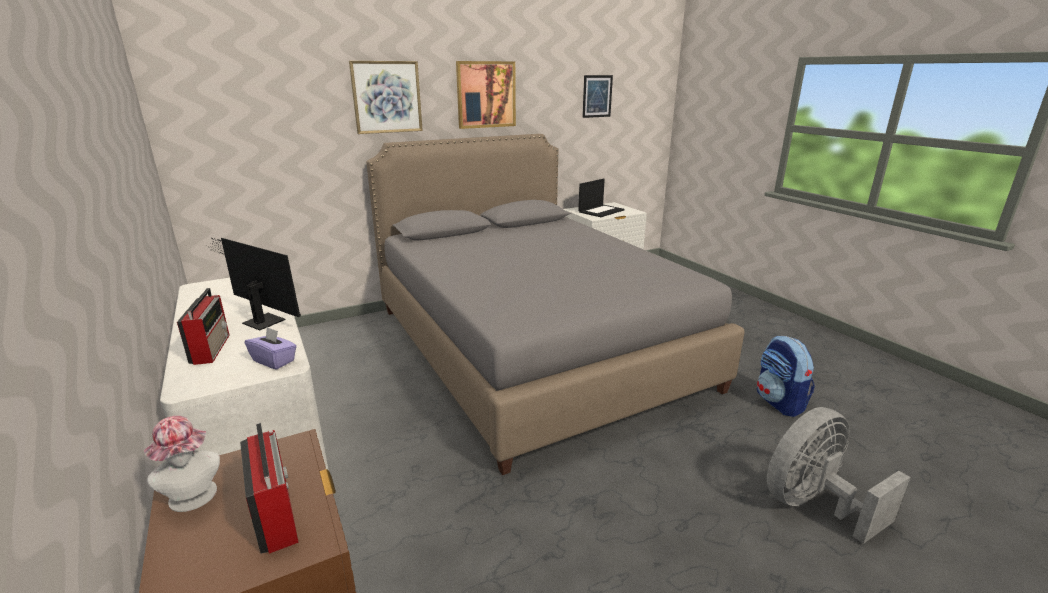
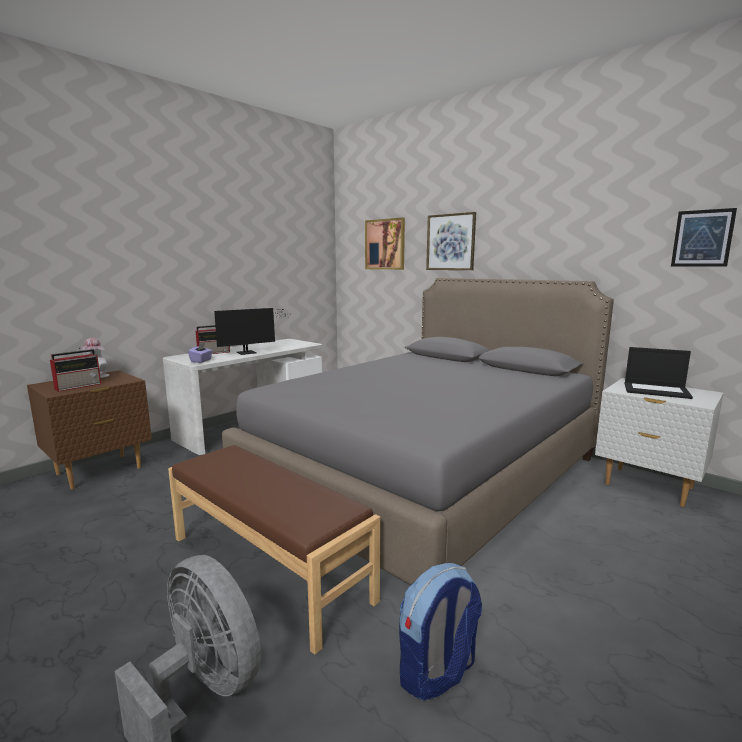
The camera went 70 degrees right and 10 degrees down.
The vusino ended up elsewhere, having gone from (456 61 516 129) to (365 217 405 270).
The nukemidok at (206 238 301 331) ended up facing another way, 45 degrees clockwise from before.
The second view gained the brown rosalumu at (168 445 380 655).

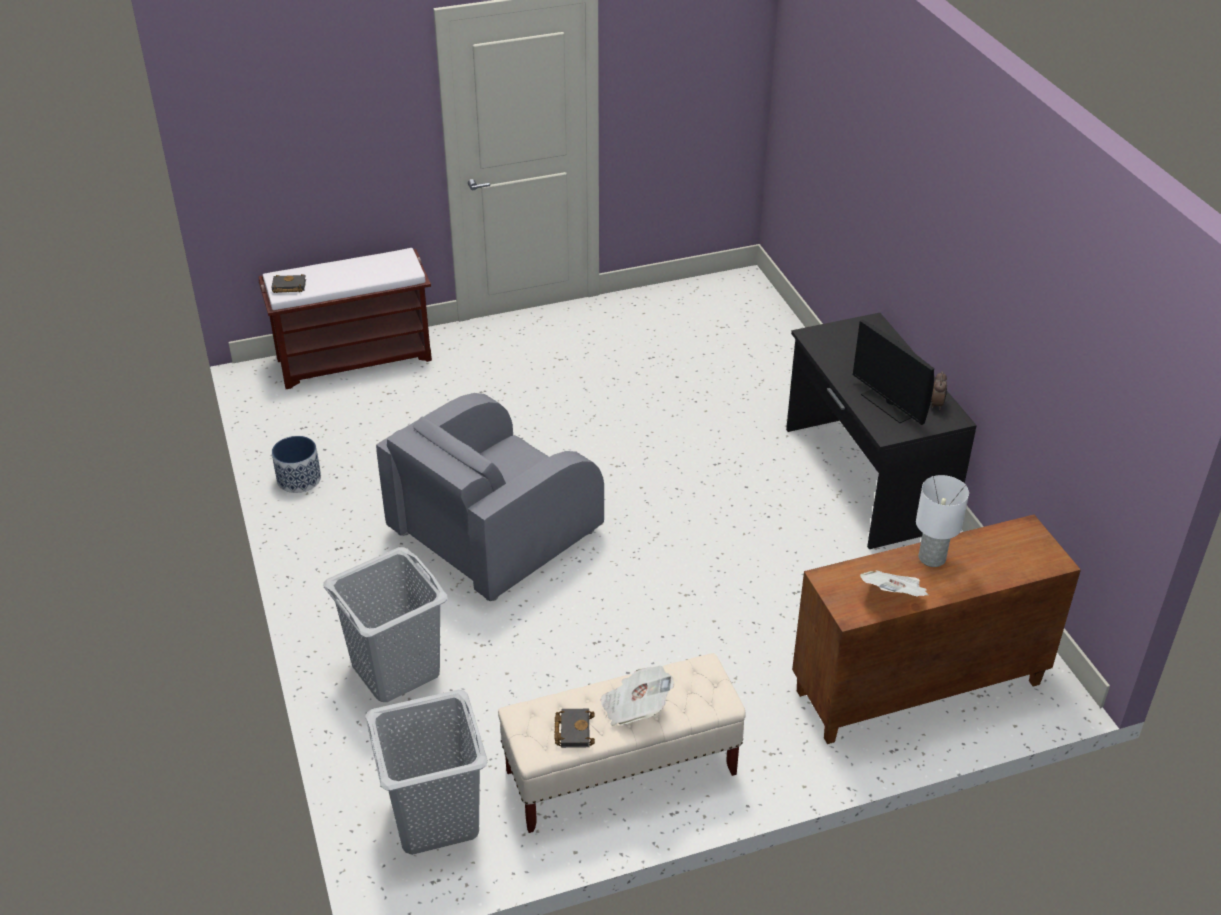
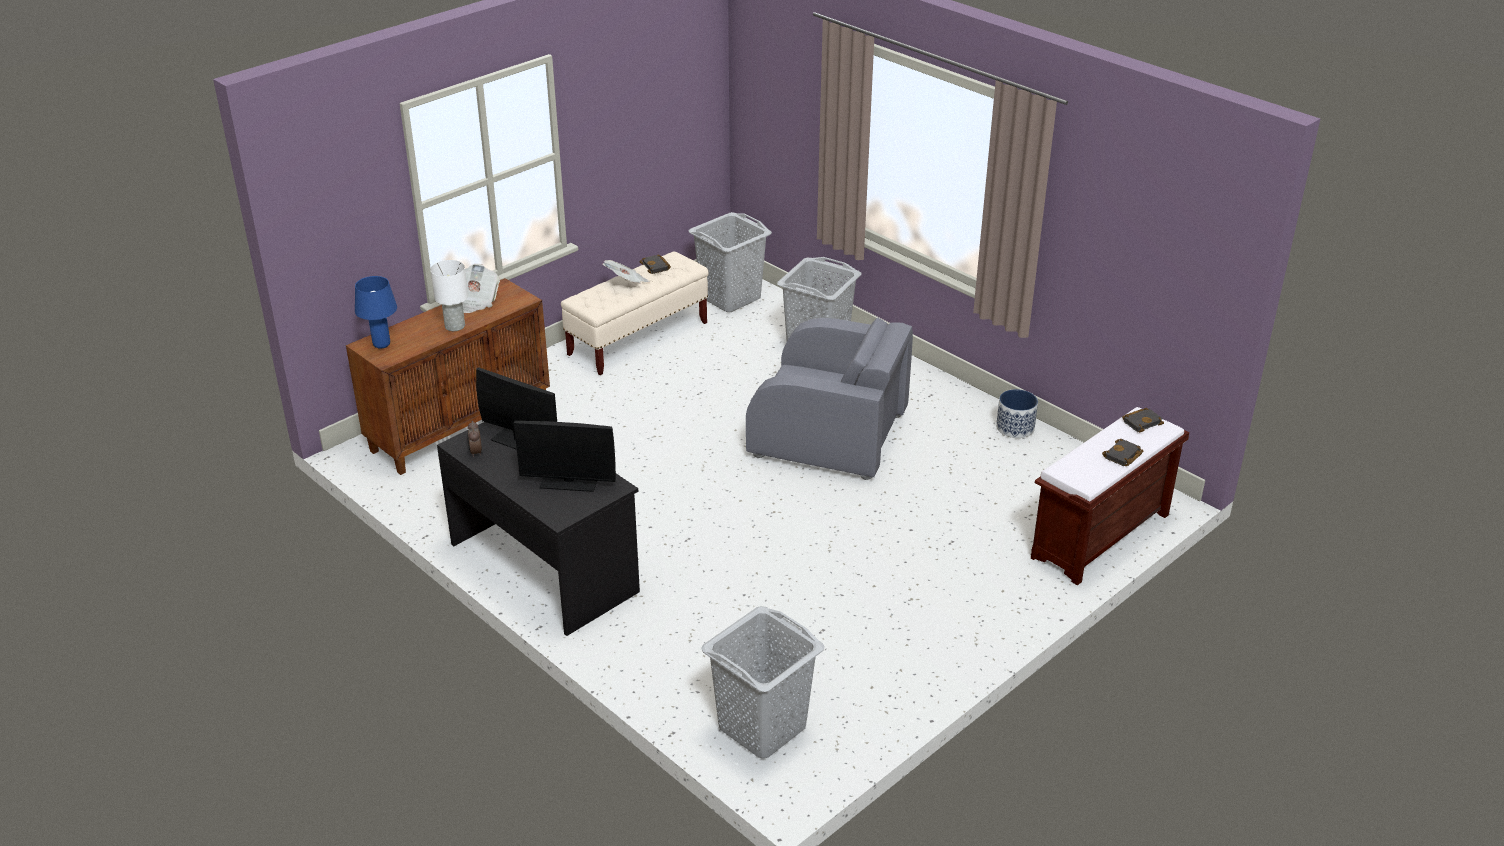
The camera went 155 degrees right and 5 degrees down.
The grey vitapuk at (376 393 604 601) ended up facing another way, 90 degrees clockwise from before.
The second view gained the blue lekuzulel at (355 276 397 349).
The second view gained the nukemidok at (514 421 616 492).
The second view gained the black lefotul at (1102 439 1144 466).
The second view gained the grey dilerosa at (701 606 825 758).

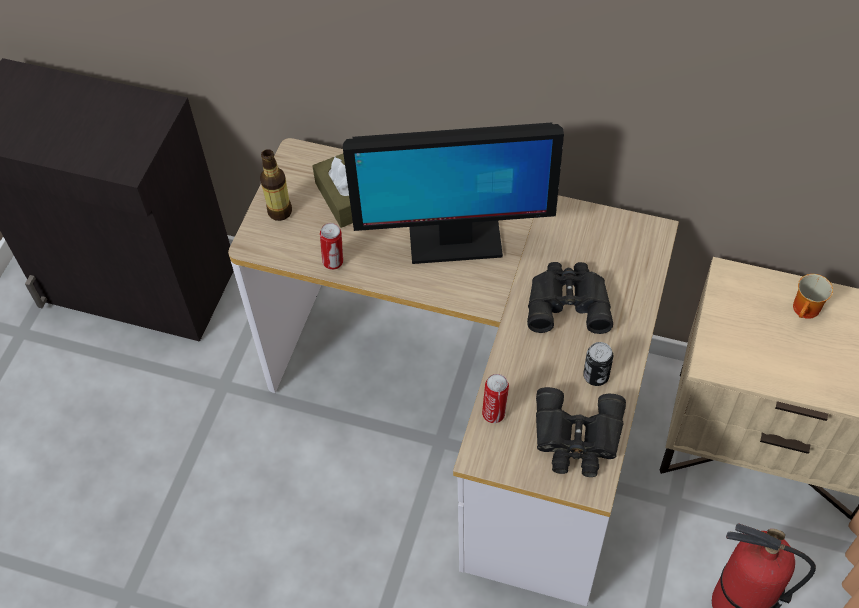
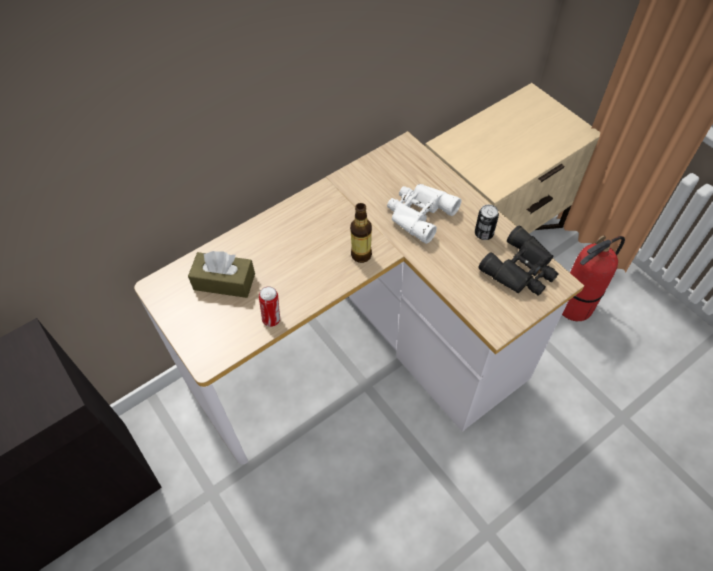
The camera went 55 degrees left and 0 degrees up.
The second view lost the nukemidok at (343 123 564 264).
The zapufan ended up elsewhere, having gone from (260 149 292 221) to (350 203 372 263).
What was the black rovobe at (527 262 613 334) turned into the white rovobe at (387 184 461 244).
The second view lost the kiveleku at (793 274 833 319).
The second view lost the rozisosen at (482 374 509 423).

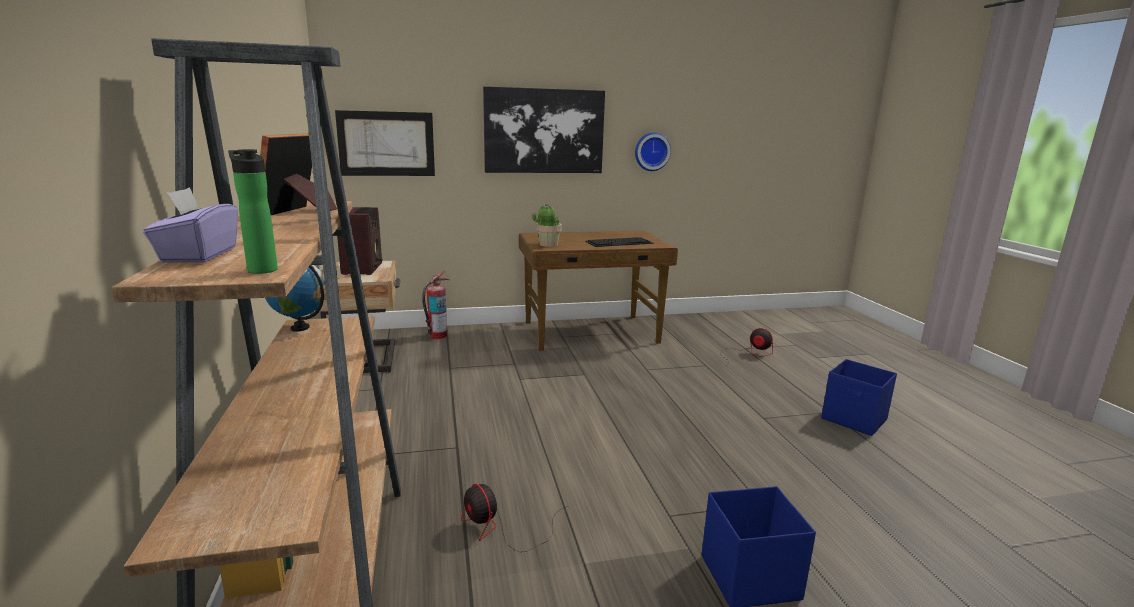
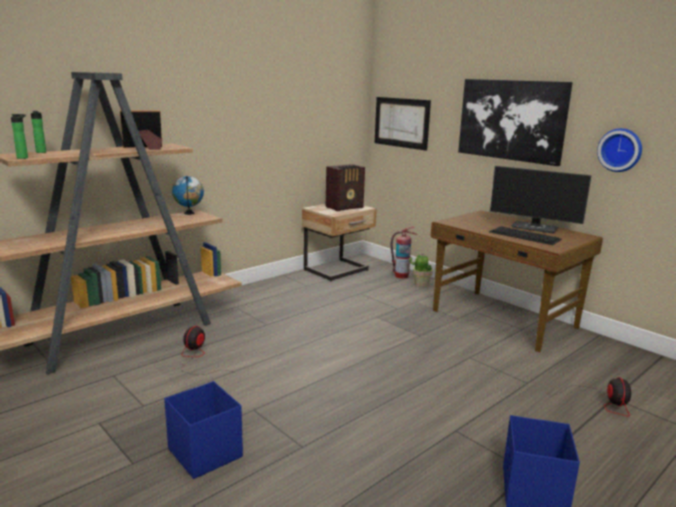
The camera went 60 degrees right and 0 degrees up.
Where the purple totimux stood at (143 187 238 263), the zapufan came to stand at (31 111 46 153).
The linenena ended up elsewhere, having gone from (532 203 562 247) to (409 253 433 287).
The second view gained the nukemidok at (490 166 591 234).

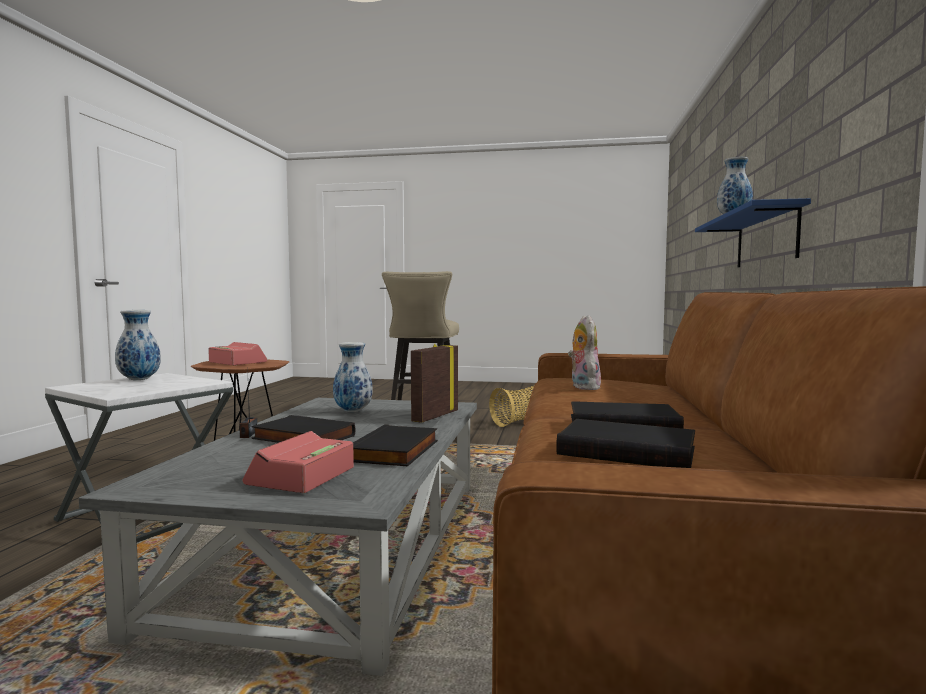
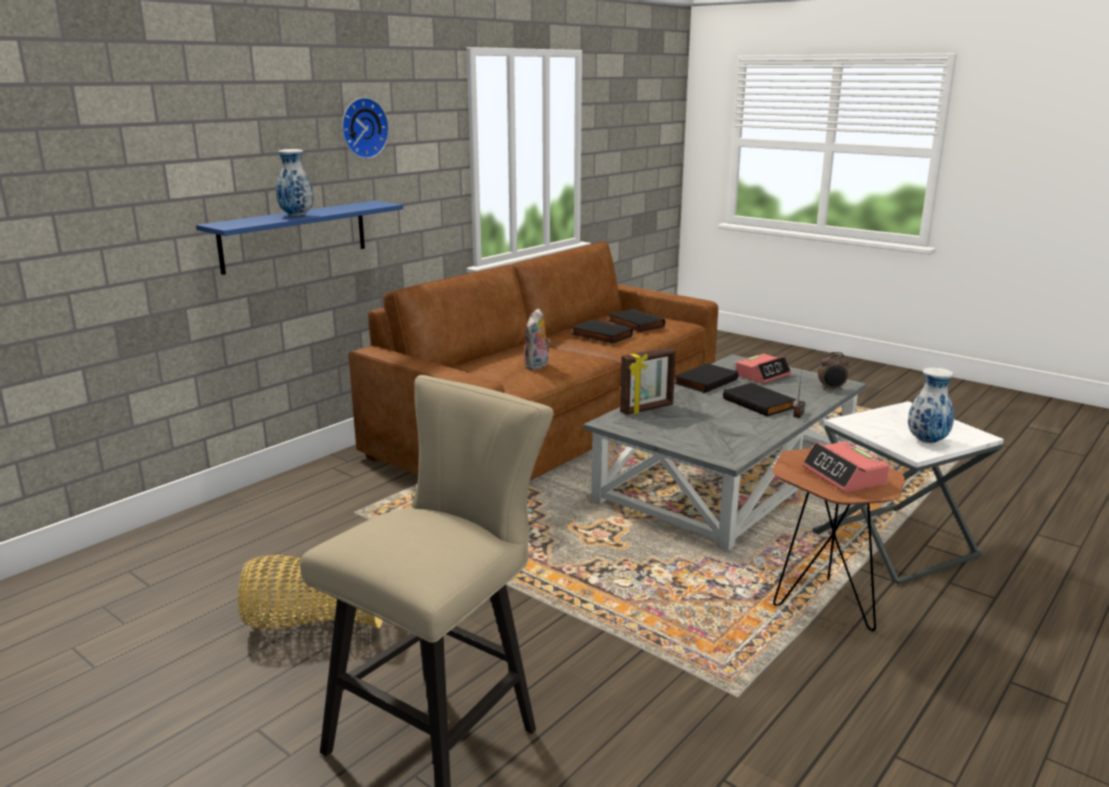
The camera went 150 degrees left and 15 degrees up.
The second view lost the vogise at (333 342 373 412).
The second view gained the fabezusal at (342 97 389 159).
The second view gained the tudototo at (818 352 849 390).

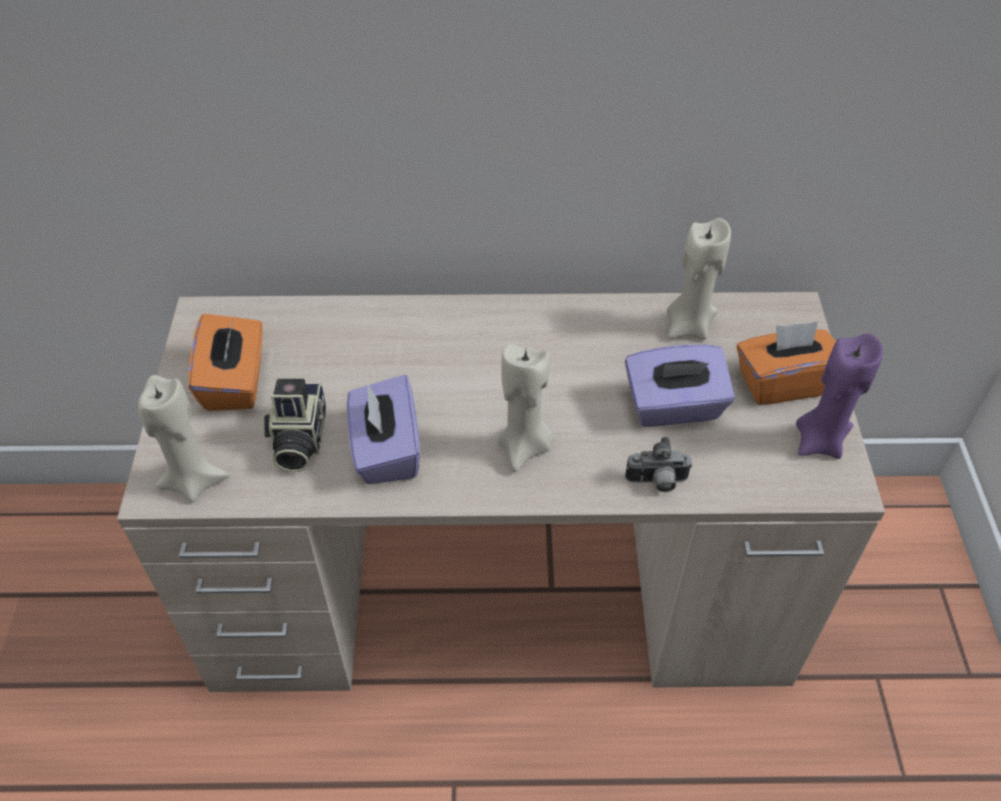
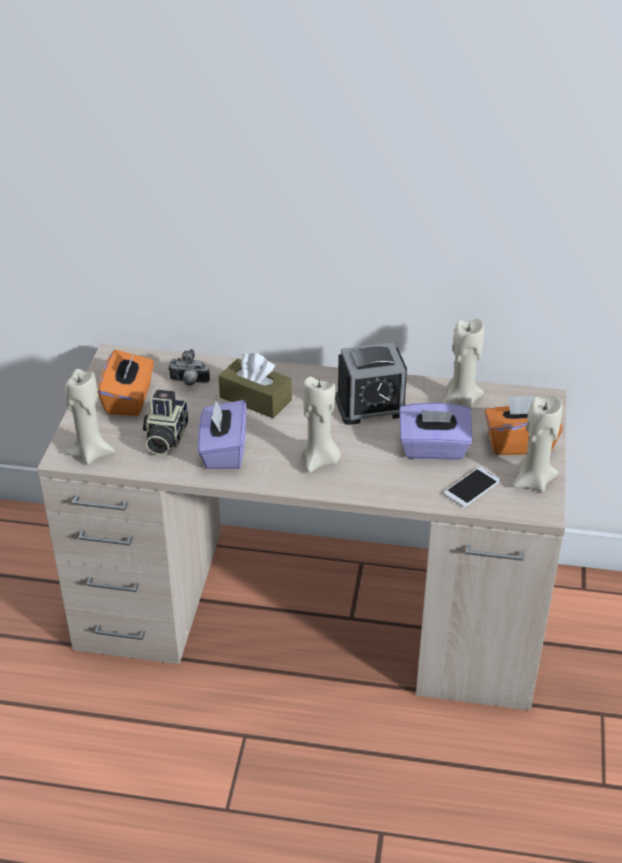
The camera went 10 degrees right and 10 degrees down.
What was the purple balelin at (796 334 883 459) turned into the beige balelin at (513 396 563 493).
The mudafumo ended up elsewhere, having gone from (625 437 692 492) to (168 349 210 386).
The second view gained the tudototo at (335 342 407 425).
The second view gained the brown totimux at (219 353 292 418).
The second view gained the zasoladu at (444 467 500 507).

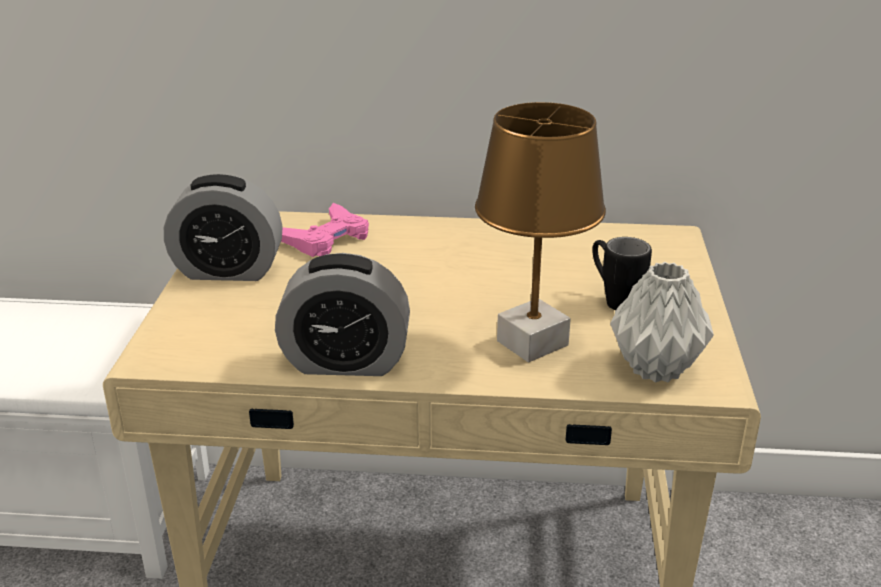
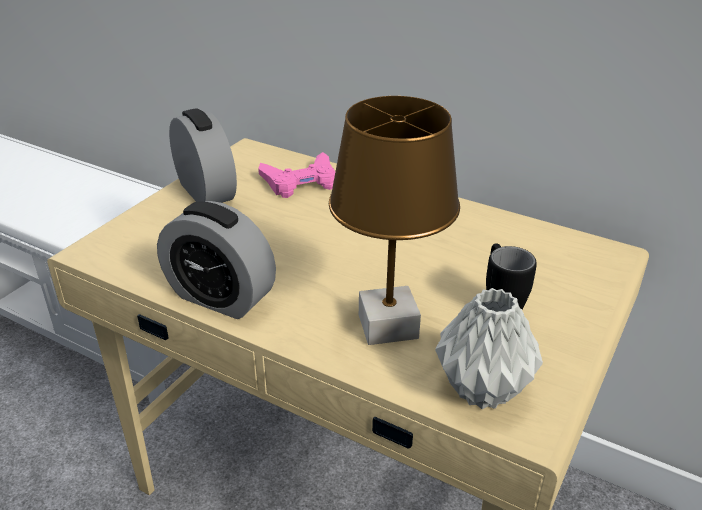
The camera went 25 degrees right and 5 degrees up.
The tudototo at (164 174 283 281) ended up facing another way, 150 degrees counterclockwise from before.

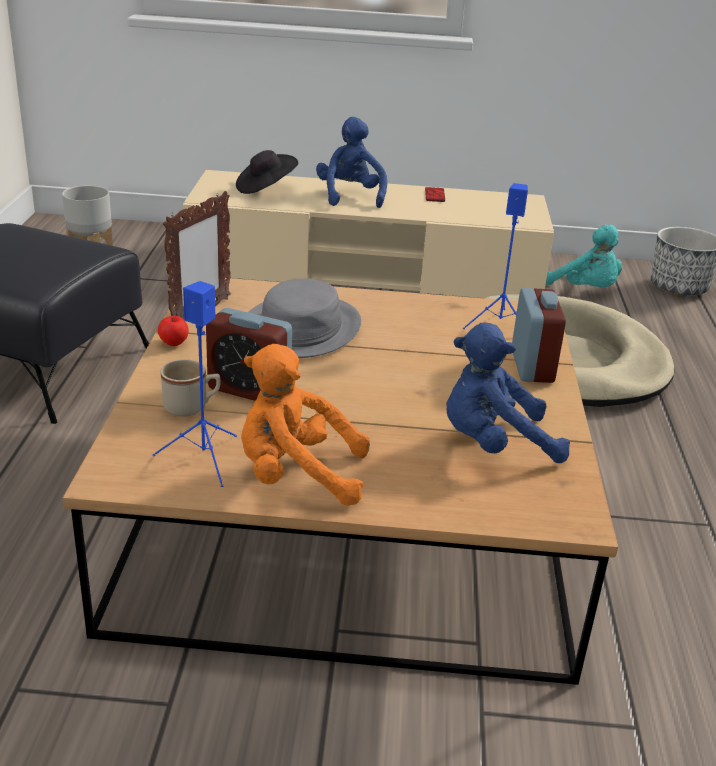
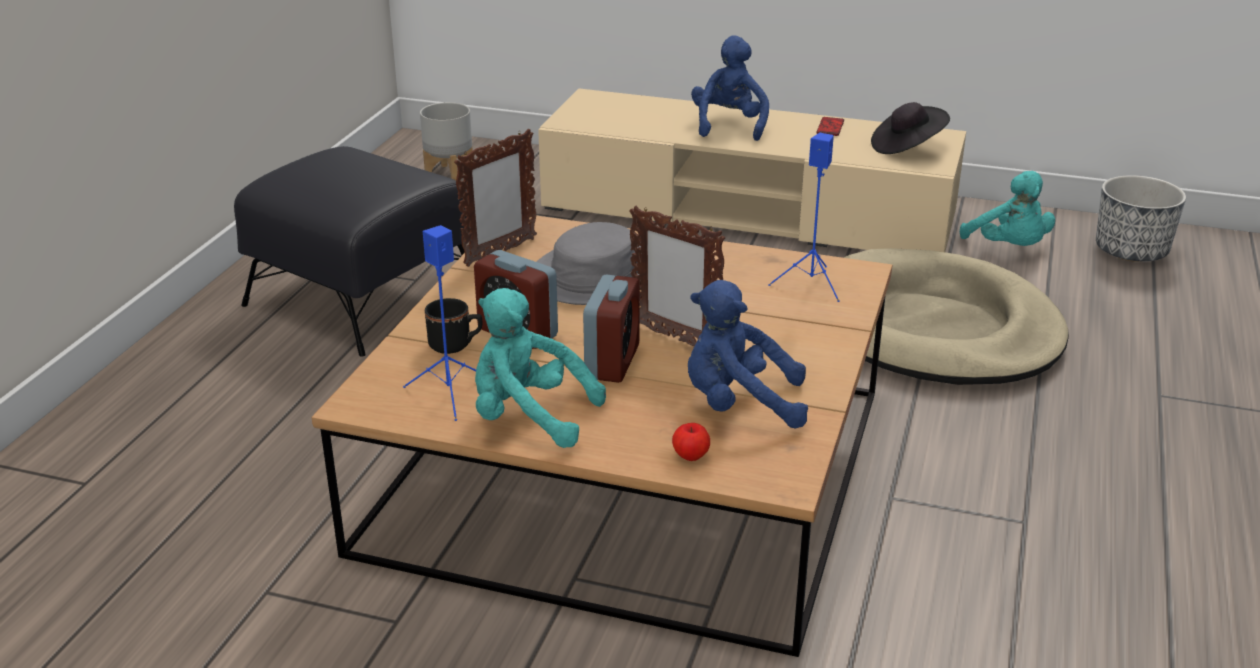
The camera went 15 degrees right and 0 degrees up.
The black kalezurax ended up elsewhere, having gone from (236 150 298 194) to (871 102 950 154).
The tudototo ended up elsewhere, having gone from (512 288 566 383) to (583 274 640 383).
The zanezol ended up elsewhere, having gone from (158 316 189 346) to (672 423 710 461).
What was the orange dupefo at (241 344 370 506) turned into the turquoise dupefo at (475 288 606 448).
What was the beige kiveleku at (161 360 220 417) turned into the black kiveleku at (425 298 483 354).
The second view gained the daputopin at (629 206 725 346).

